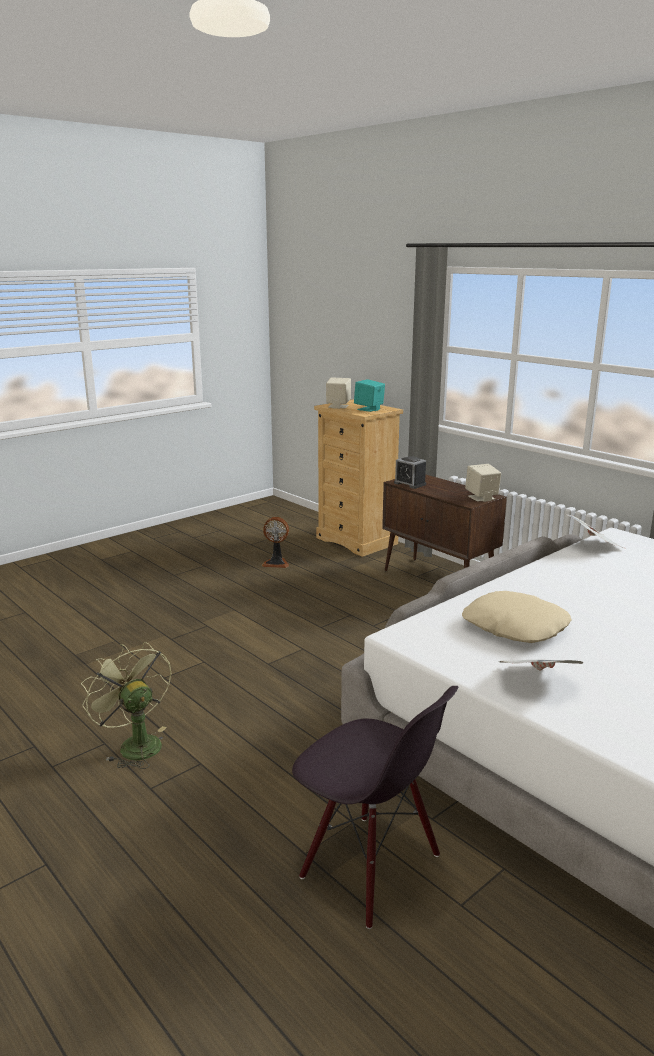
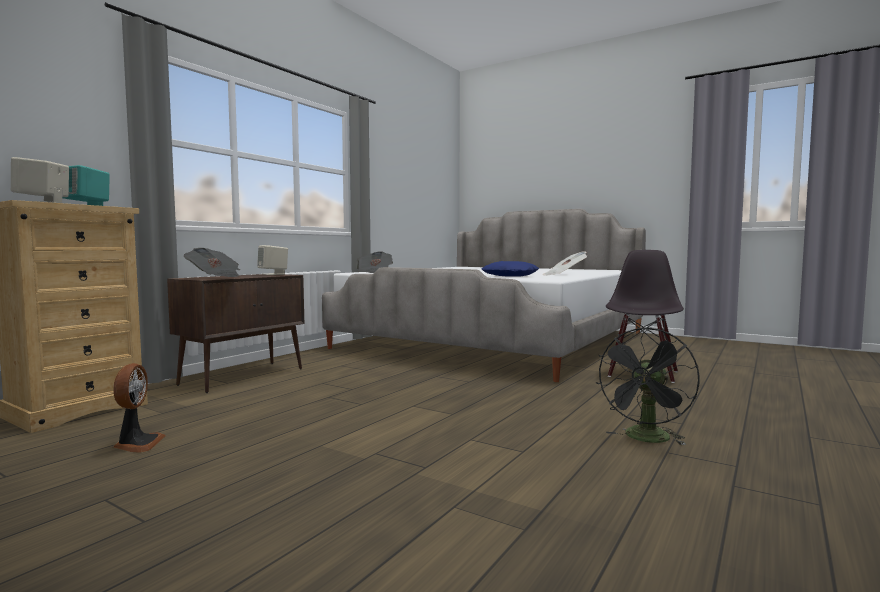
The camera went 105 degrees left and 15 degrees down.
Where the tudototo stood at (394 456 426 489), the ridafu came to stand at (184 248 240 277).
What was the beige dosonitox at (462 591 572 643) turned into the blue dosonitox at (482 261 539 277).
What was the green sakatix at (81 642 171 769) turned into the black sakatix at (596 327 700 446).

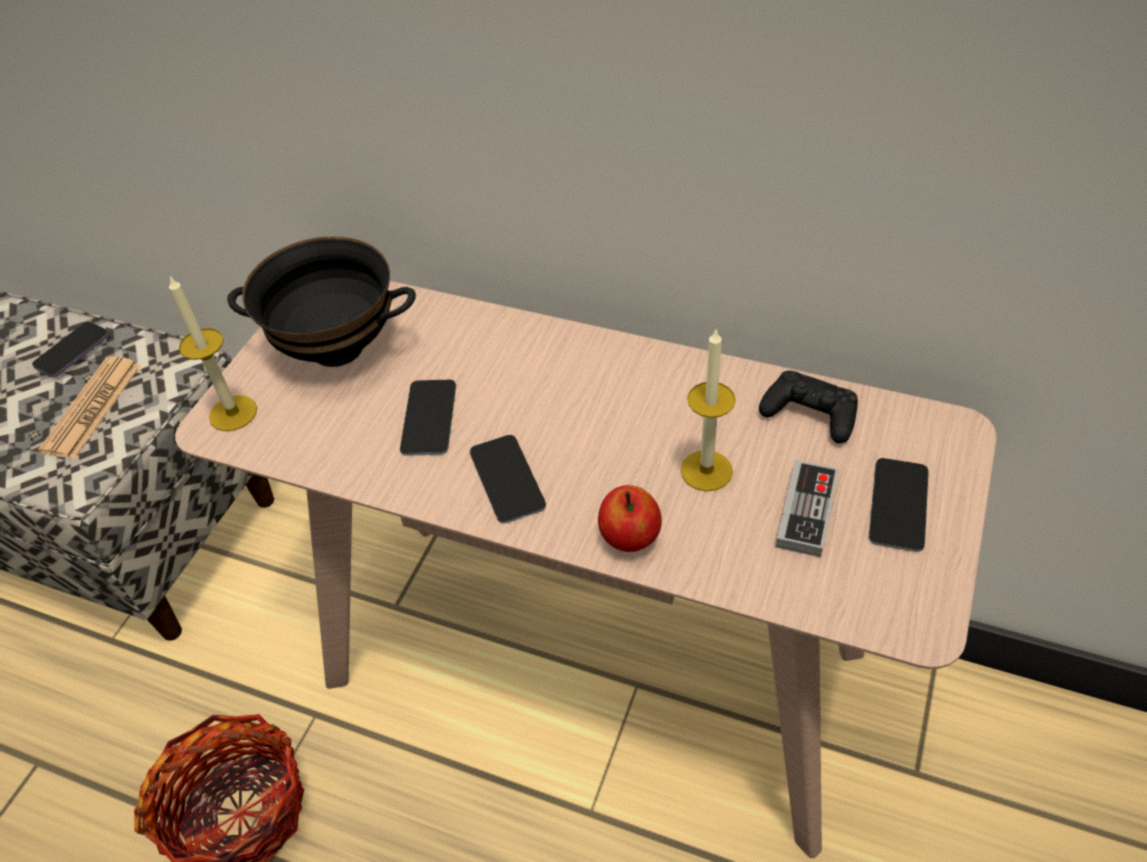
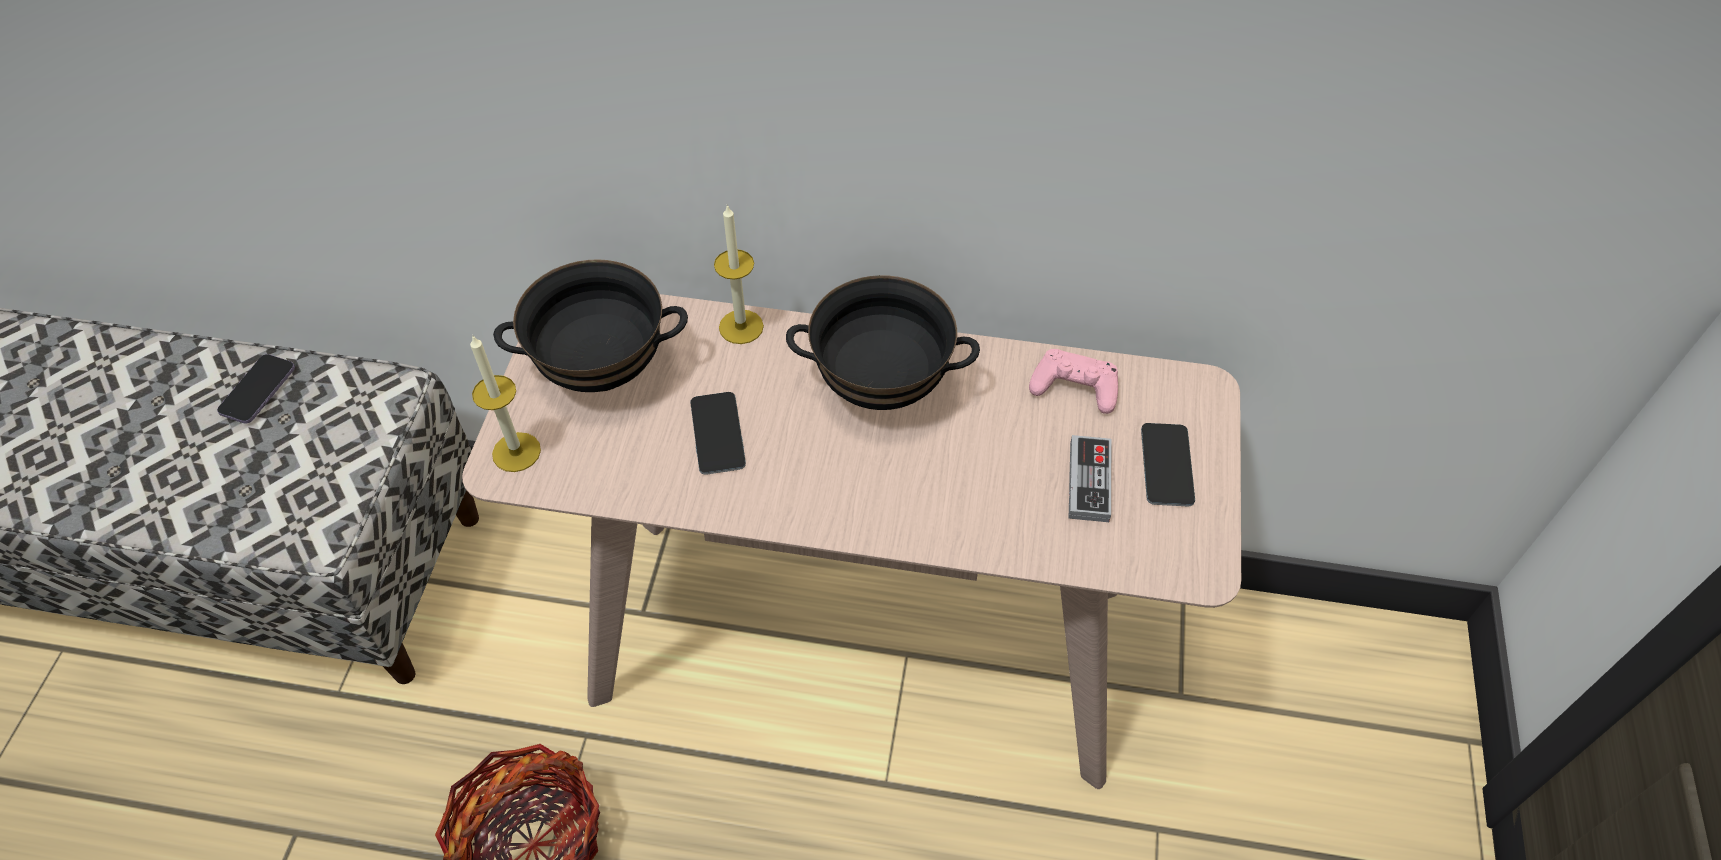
The camera went 15 degrees left and 5 degrees up.
The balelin ended up elsewhere, having gone from (681 330 736 491) to (714 205 764 344).
The second view lost the ridafu at (38 356 141 459).
What was the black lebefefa at (759 371 858 444) turned into the pink lebefefa at (1029 349 1118 414).
The second view lost the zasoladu at (470 435 546 523).
The second view lost the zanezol at (598 485 662 552).
The second view gained the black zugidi at (786 275 980 410).

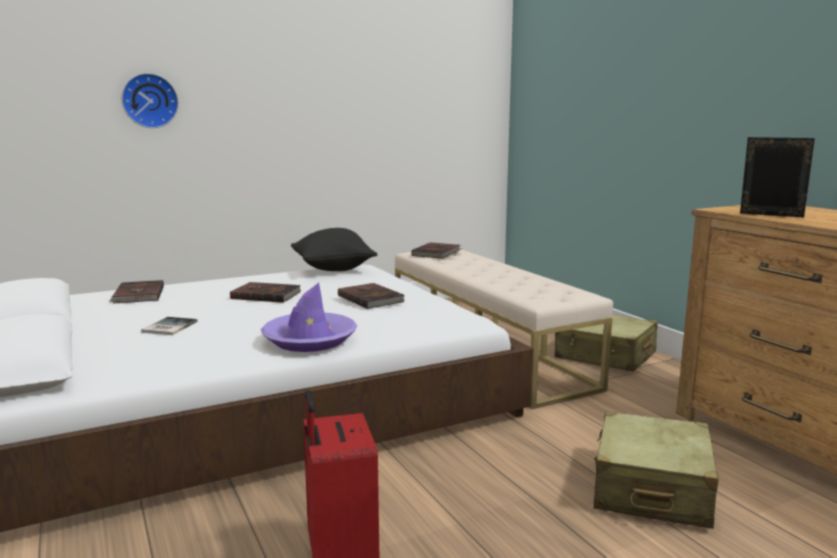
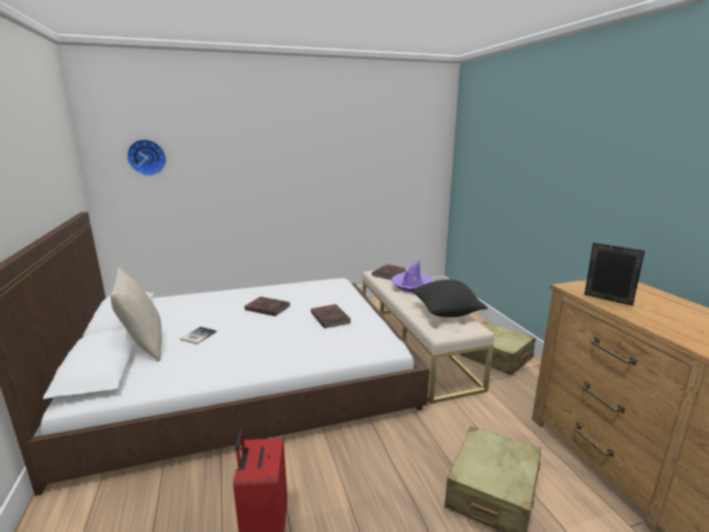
The camera went 10 degrees right and 5 degrees up.
The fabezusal ended up elsewhere, having gone from (121 73 179 128) to (127 139 166 176).
The black dosonitox ended up elsewhere, having gone from (291 228 377 271) to (412 280 488 317).
The second view lost the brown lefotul at (109 280 164 304).
The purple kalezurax ended up elsewhere, having gone from (261 283 357 352) to (391 261 435 292).
The second view gained the beige dosonitox at (110 267 162 362).

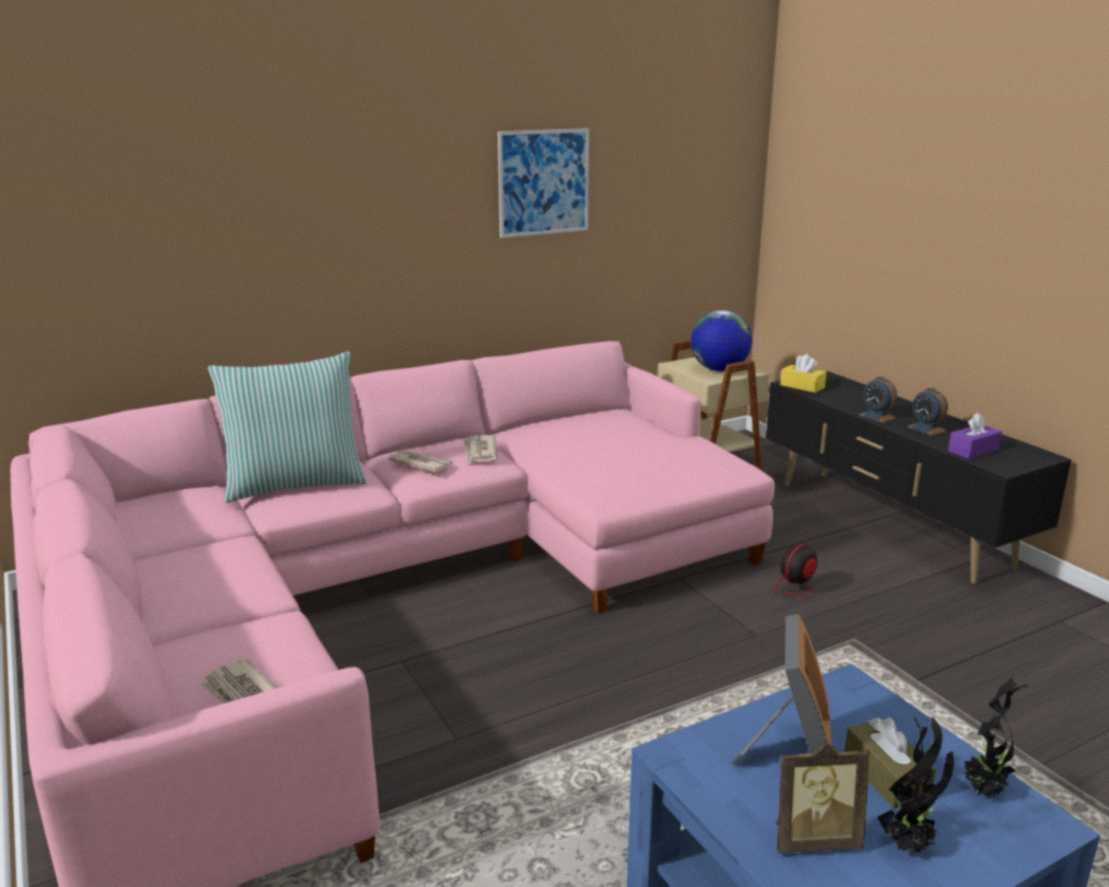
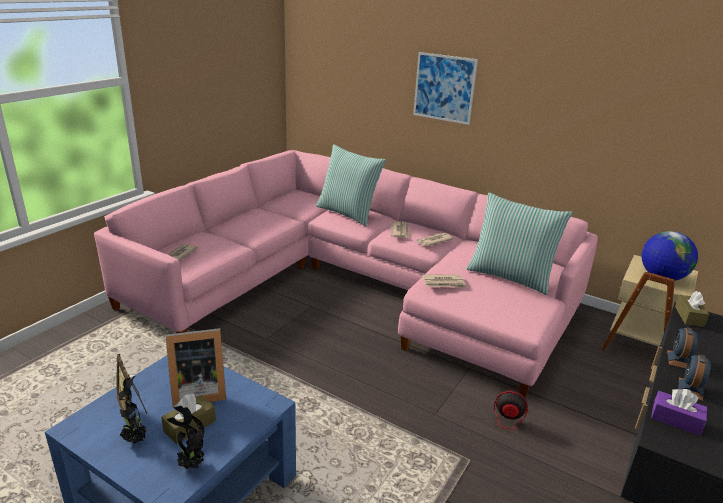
The camera went 60 degrees right and 5 degrees up.
The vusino ended up elsewhere, having gone from (498 128 589 238) to (413 52 478 125).
What was the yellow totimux at (780 354 827 393) turned into the brown totimux at (675 291 709 327).
The second view gained the dosonitox at (466 193 573 295).
The second view gained the ridafu at (422 274 466 288).

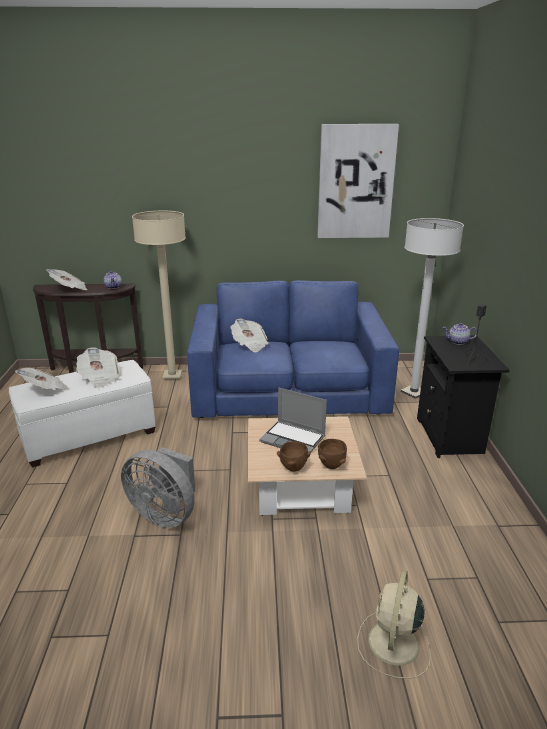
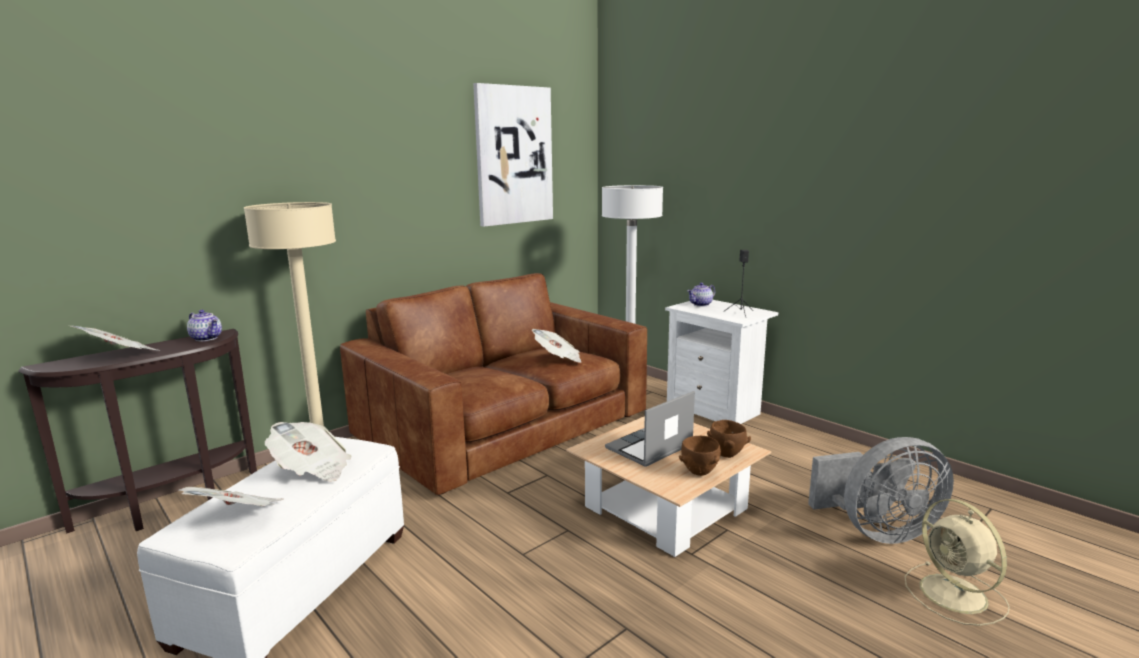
The camera went 40 degrees left and 10 degrees down.
What was the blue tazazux at (187 280 399 418) turned into the brown tazazux at (340 273 647 495).
The ridafu ended up elsewhere, having gone from (230 319 269 352) to (532 329 582 363).
What was the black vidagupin at (417 335 510 458) turned into the white vidagupin at (665 300 778 424).
The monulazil at (259 387 327 452) ended up facing another way, 150 degrees clockwise from before.
The grey sakatix ended up elsewhere, having gone from (121 447 195 528) to (808 437 954 544).

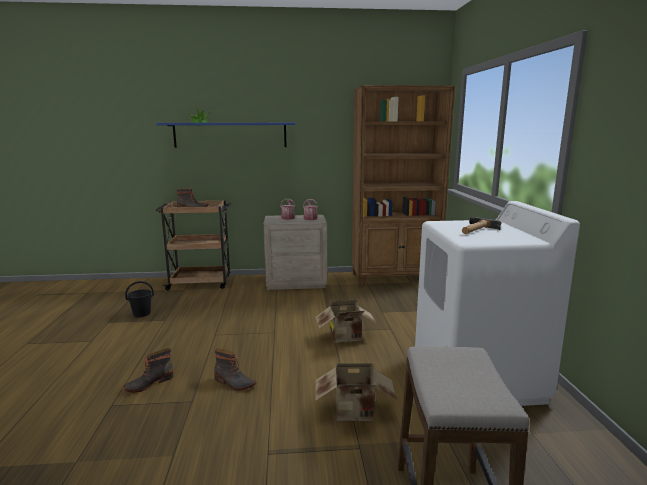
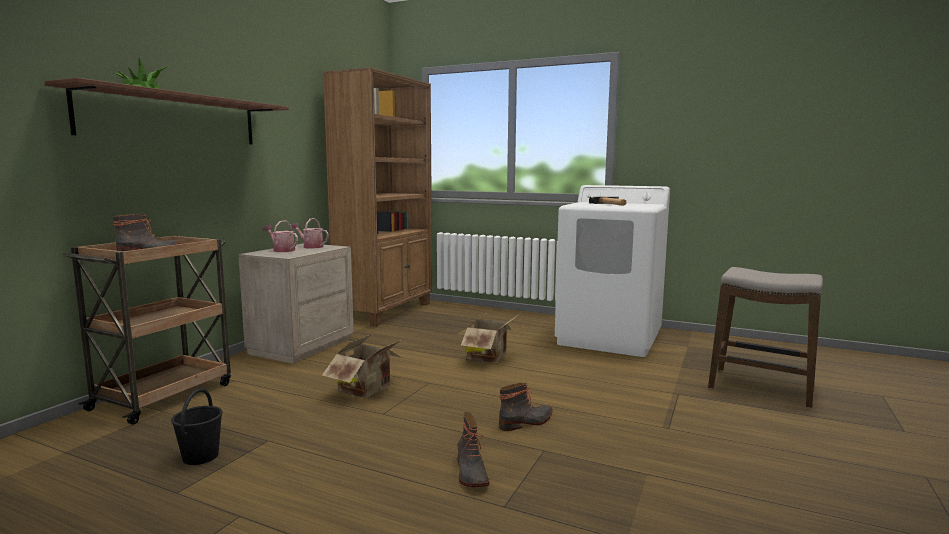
The camera went 60 degrees left and 5 degrees down.
What was the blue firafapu at (156 123 295 148) turned into the brown firafapu at (45 78 289 144).
The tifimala ended up elsewhere, having gone from (315 363 397 421) to (322 334 402 398).

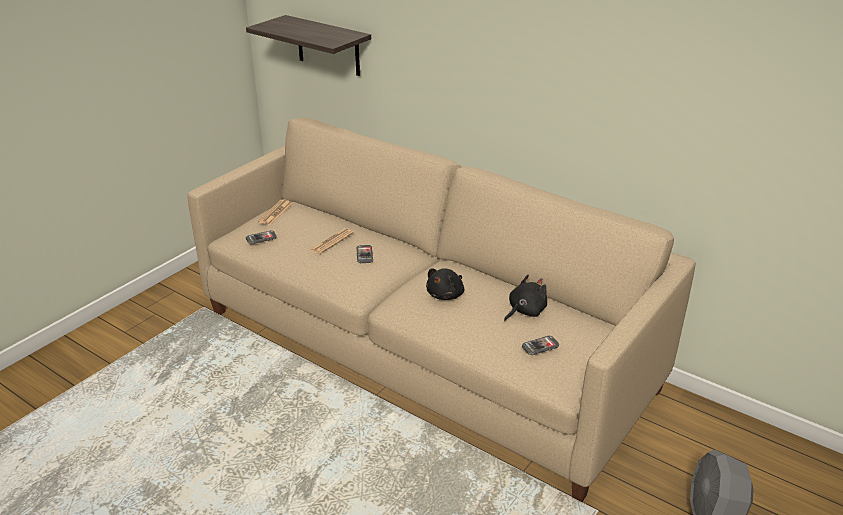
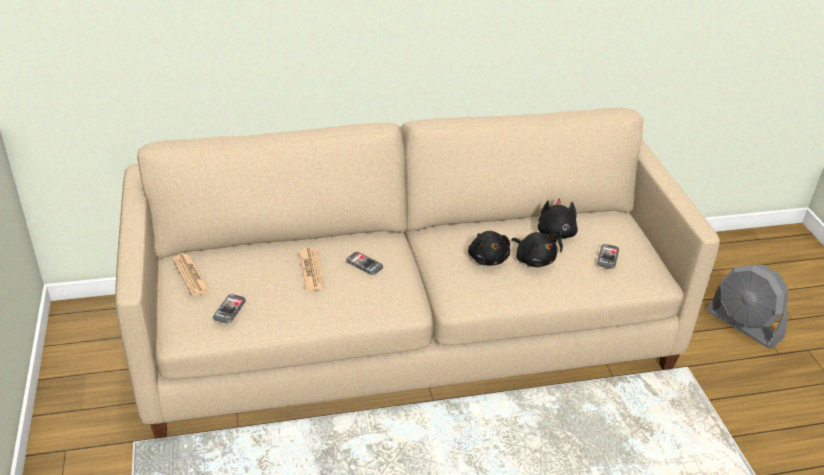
The camera went 50 degrees left and 5 degrees up.
The second view lost the firafapu at (246 15 371 76).
The second view gained the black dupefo at (511 232 557 267).

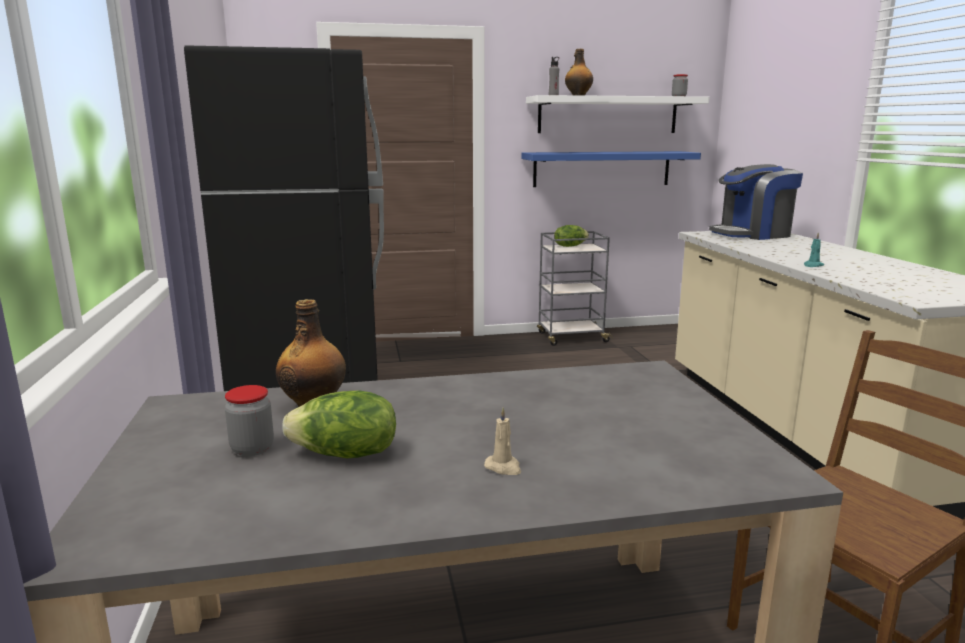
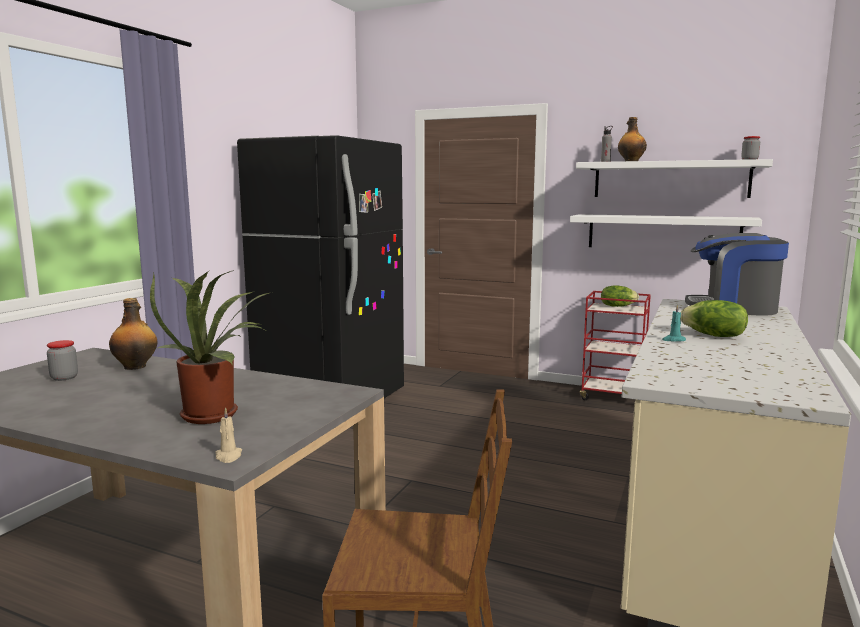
The camera went 35 degrees right and 5 degrees down.
What was the blue firafapu at (521 151 701 187) turned into the white firafapu at (570 214 762 247).
What was the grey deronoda at (537 231 613 346) turned into the red deronoda at (580 291 651 400).
The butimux ended up elsewhere, having gone from (282 391 396 458) to (681 300 748 337).
The beige balelin ended up elsewhere, having gone from (484 407 521 475) to (215 407 242 463).
The second view gained the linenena at (150 270 269 424).

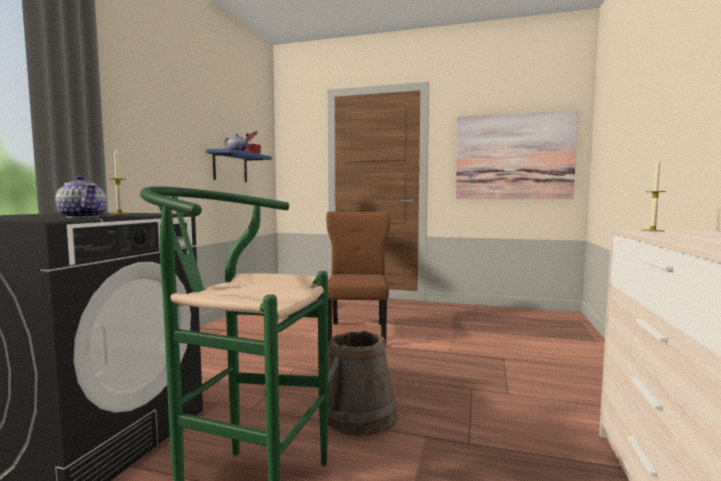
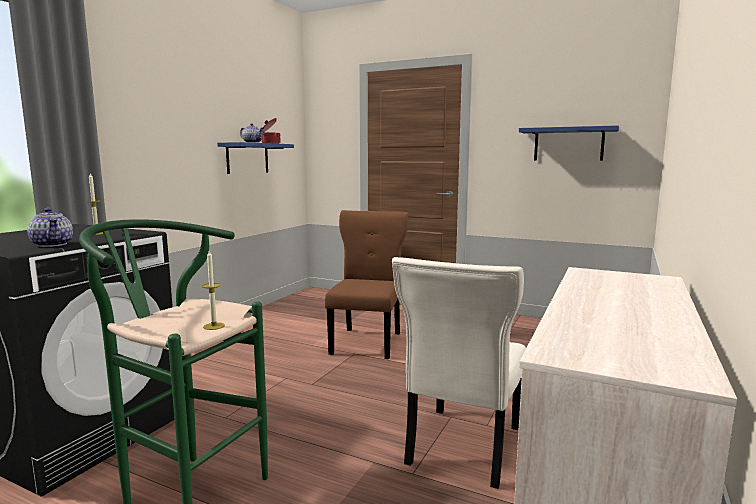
The camera went 10 degrees right and 5 degrees up.
Where the vusino hung at (456 110 578 199), the blue firafapu came to hang at (519 125 619 161).
The balelin ended up elsewhere, having gone from (641 158 666 232) to (202 251 225 330).
The second view lost the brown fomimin at (328 331 397 436).
The second view gained the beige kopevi at (392 257 526 489).

